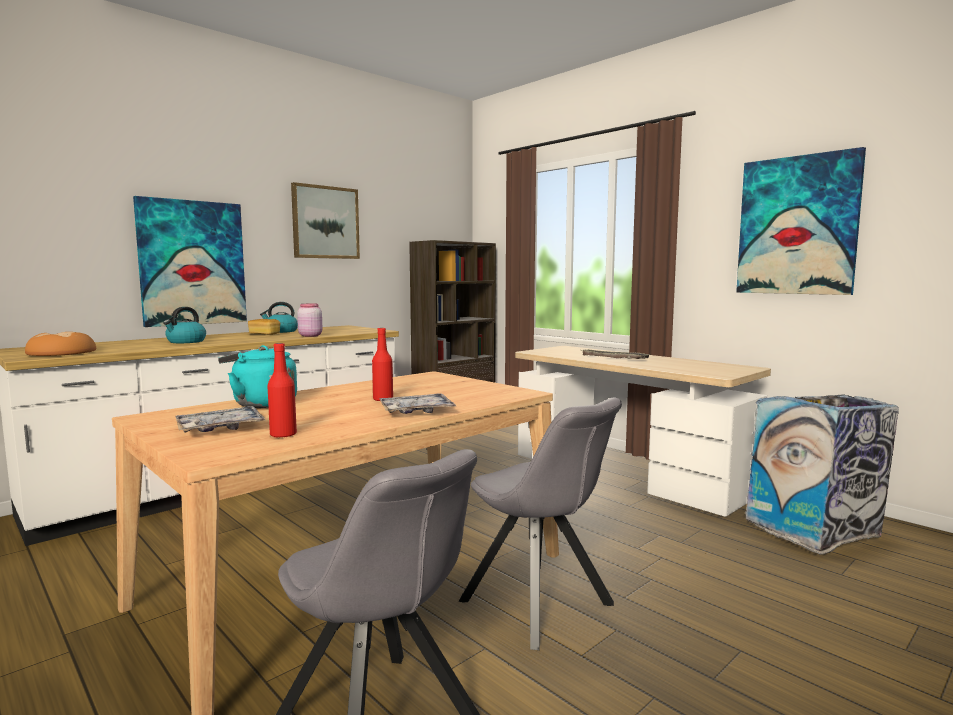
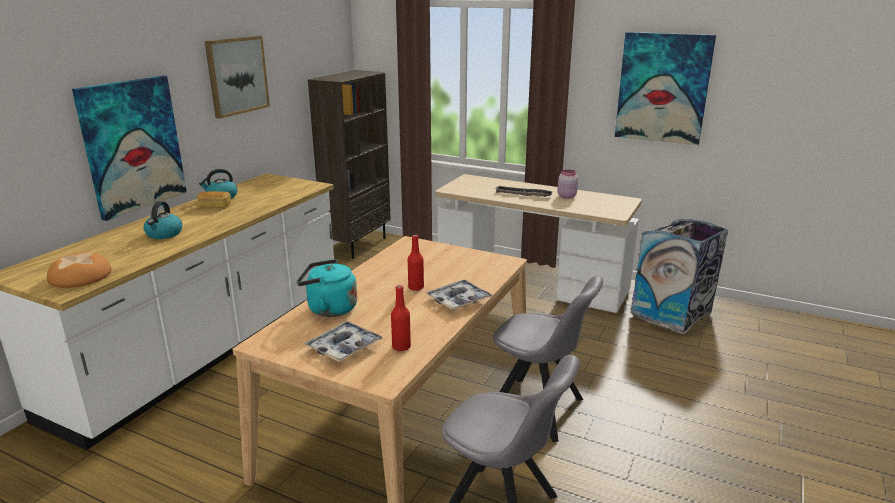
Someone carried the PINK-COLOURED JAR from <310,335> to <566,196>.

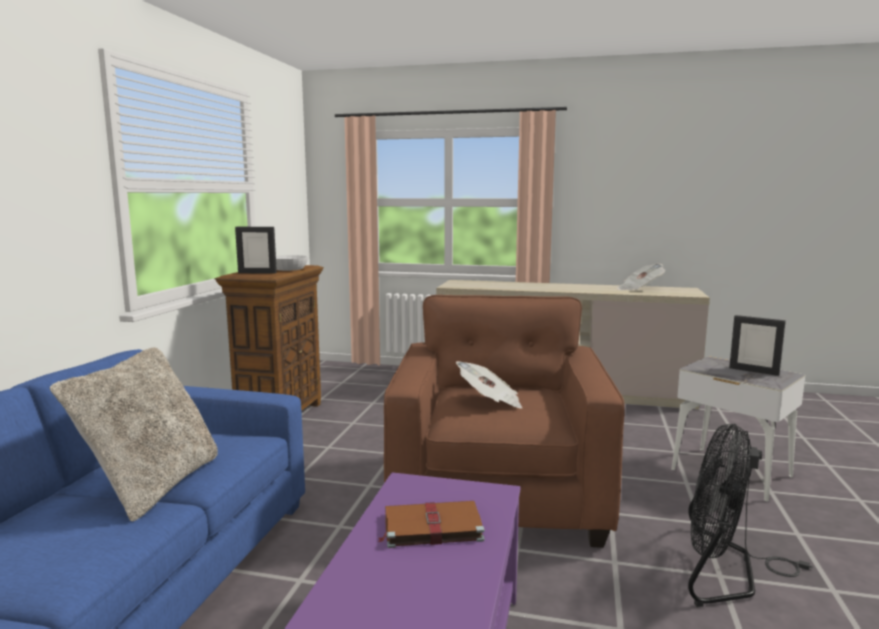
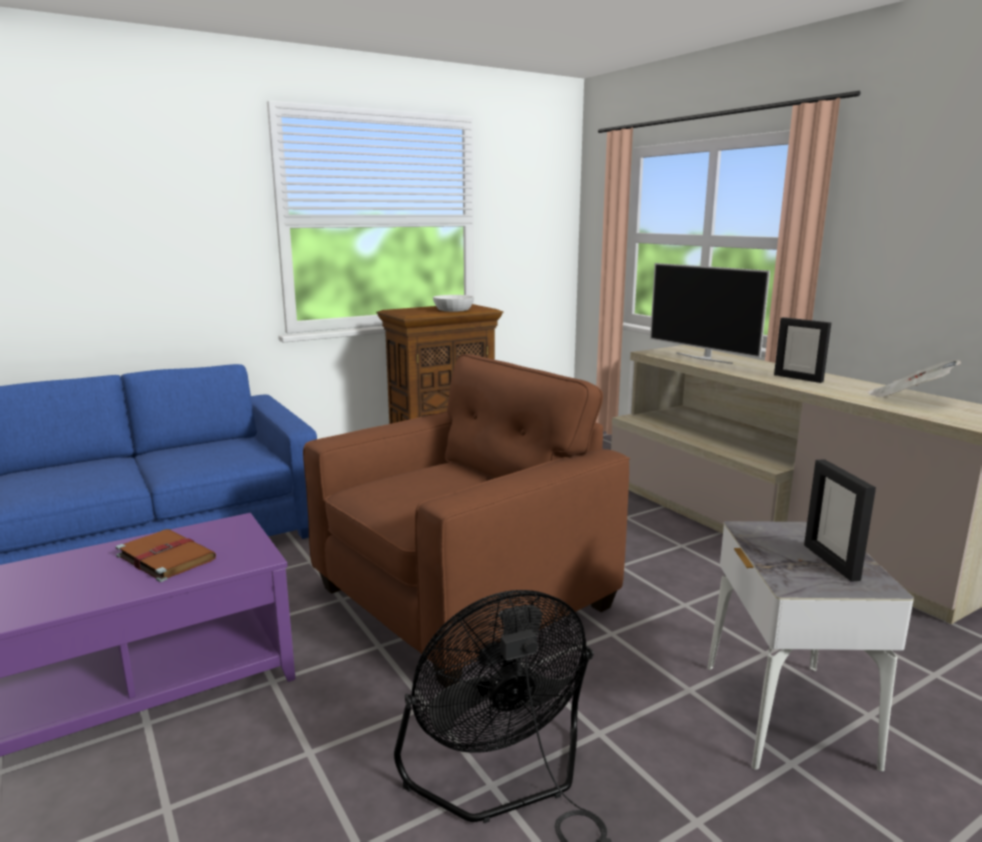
Someone took away the SAND-COLOURED CUSHION at <153,483>.
Someone carried the PICTURE FRAME from <257,273> to <798,378>.
Someone took away the DAILY PAPER at <490,402>.
Someone put down the TV at <704,358>.

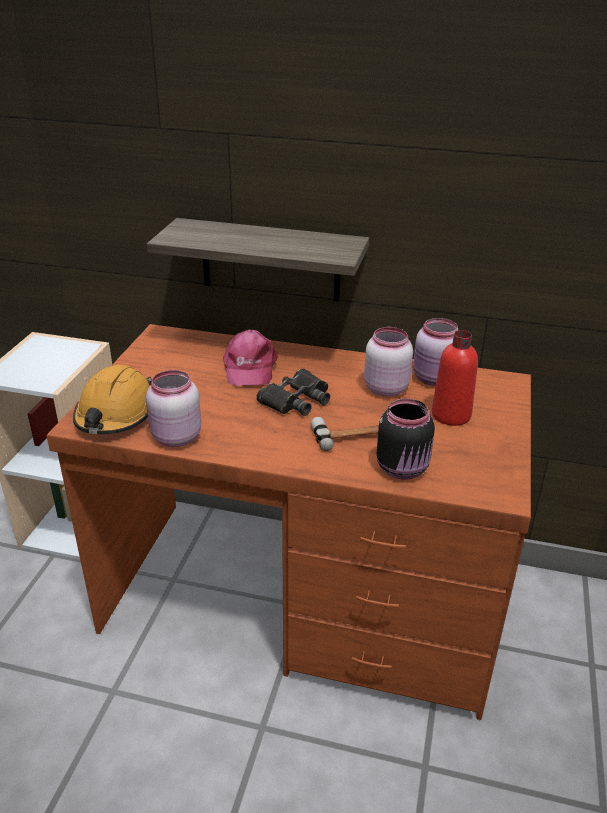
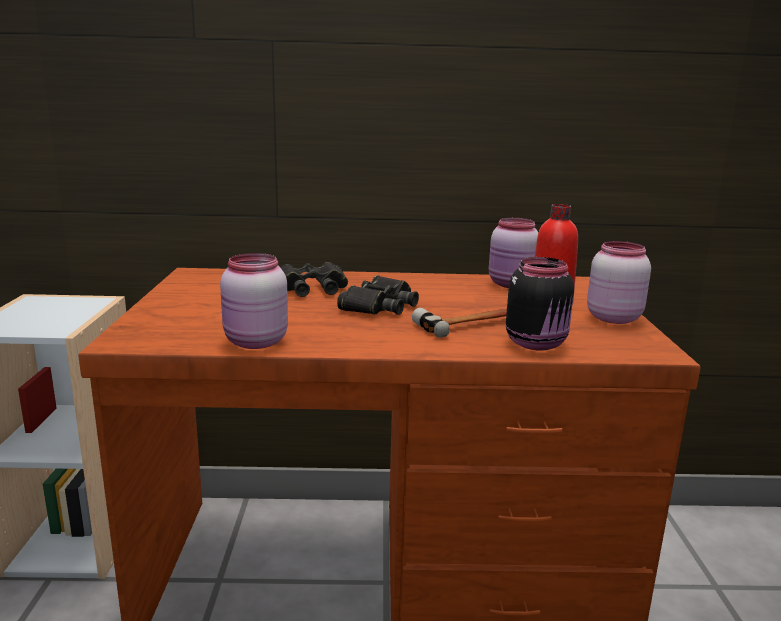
Someone took away the ORANGE-COLOURED HARD HAT at <116,414>.
Someone took away the SHELF at <270,260>.
Someone swapped the PINK-COLOURED PEAKED CAP at <249,367> for the BLACK-COLOURED BINOCULARS at <311,288>.
Someone carried the PINK-COLOURED JAR from <385,388> to <611,317>.

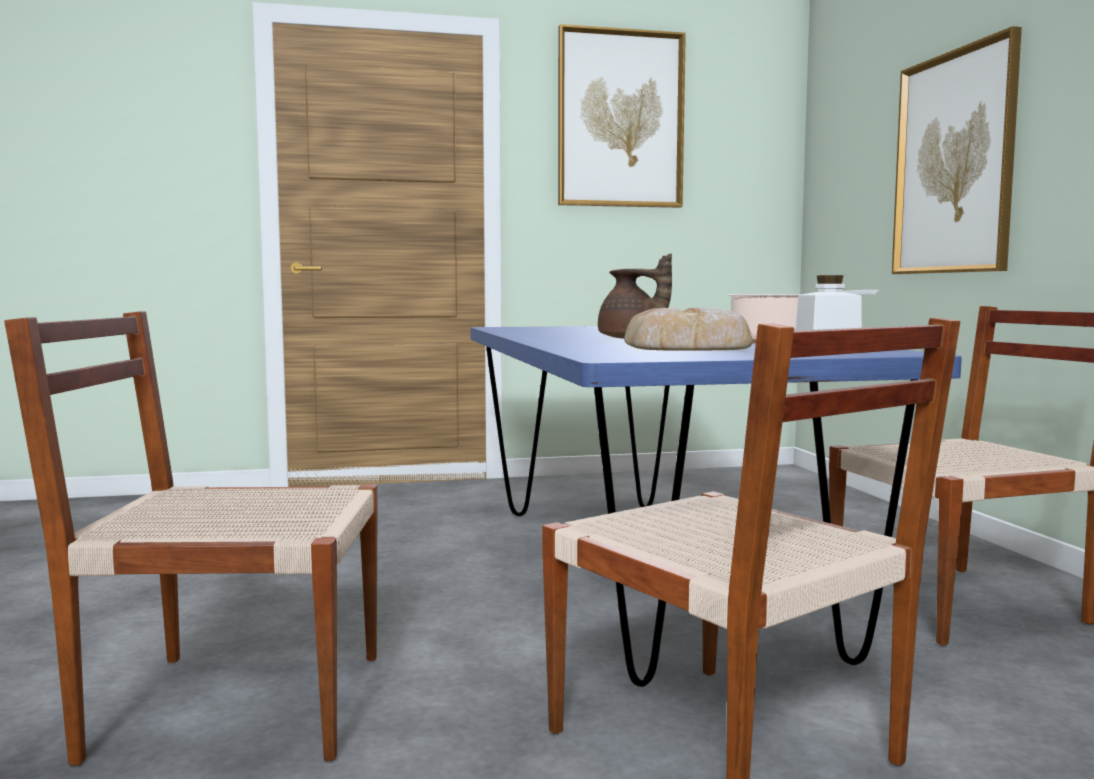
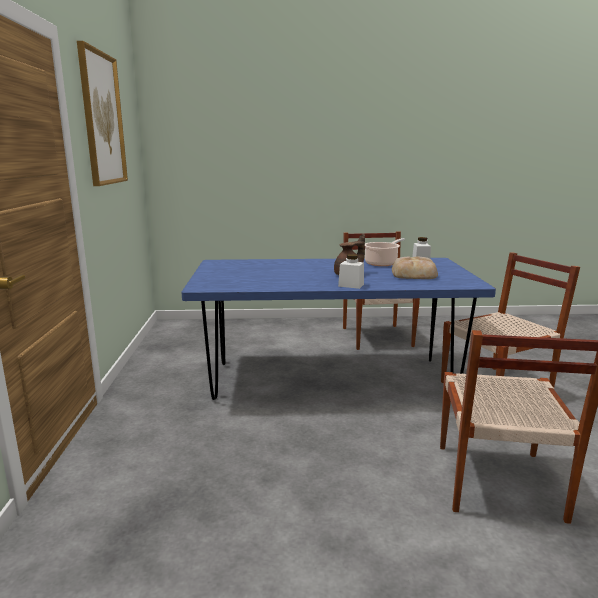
Someone took away the WALL PICTURE at <954,163>.
Someone put down the WHITE-COLOURED JAR at <351,285>.

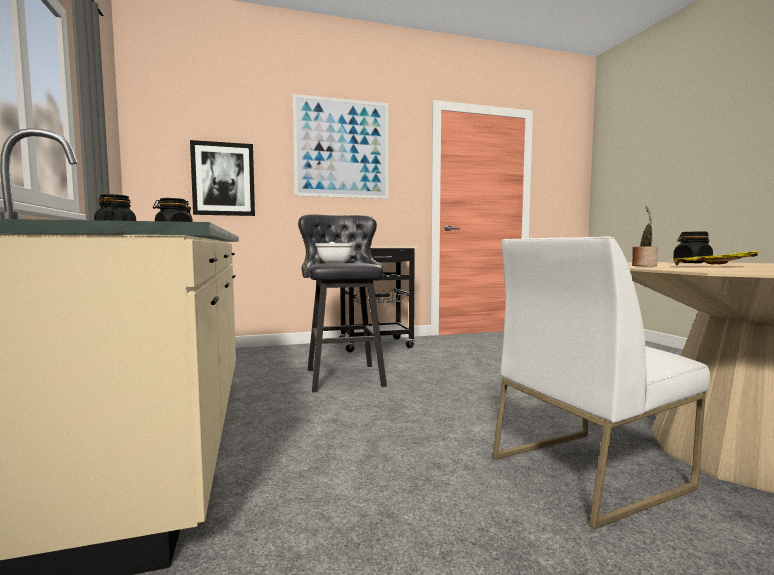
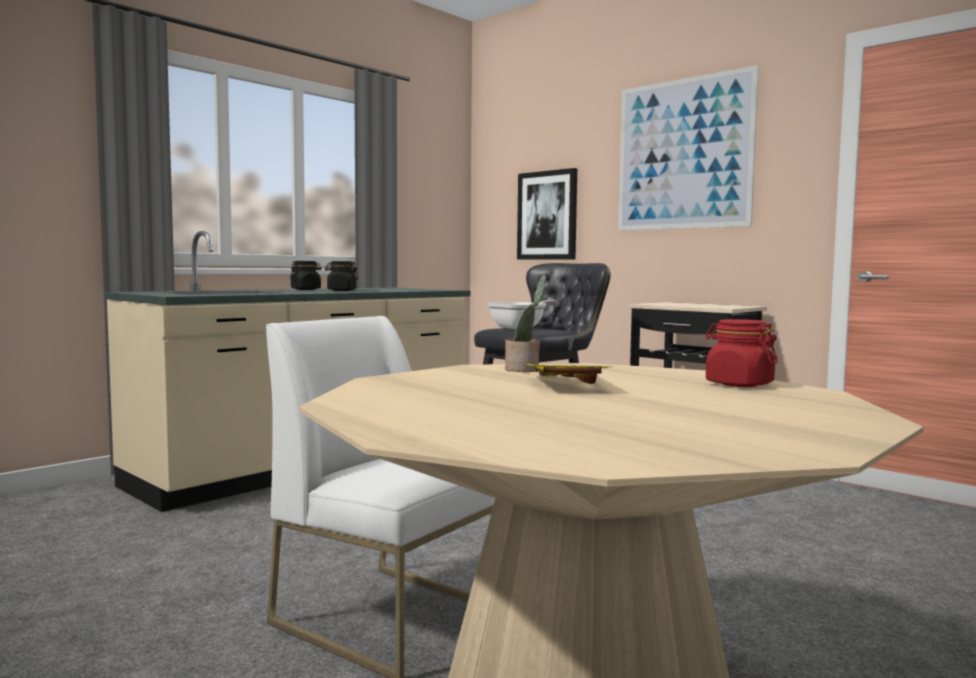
Someone repainted the BLACK-COLOURED JAR at <692,262>, which became the RED JAR at <738,384>.

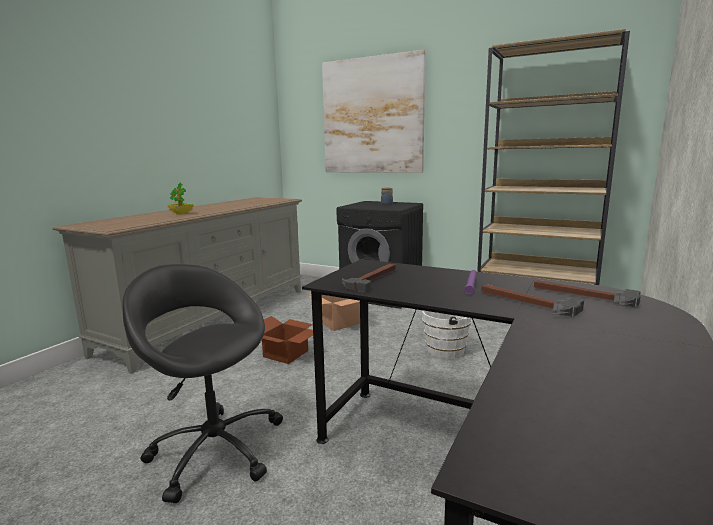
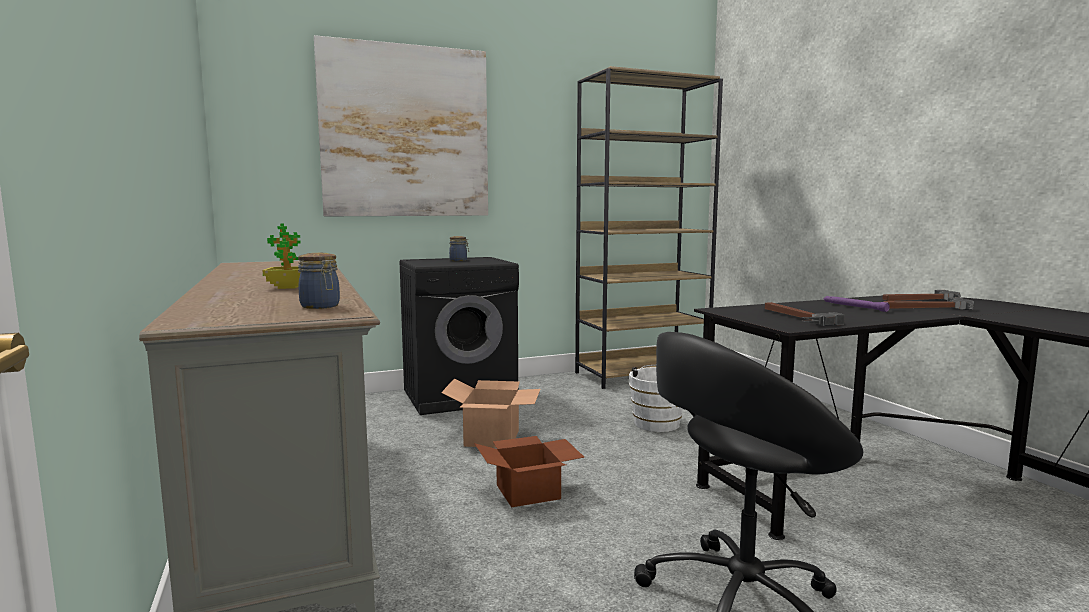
Someone put down the JAR at <321,306>.

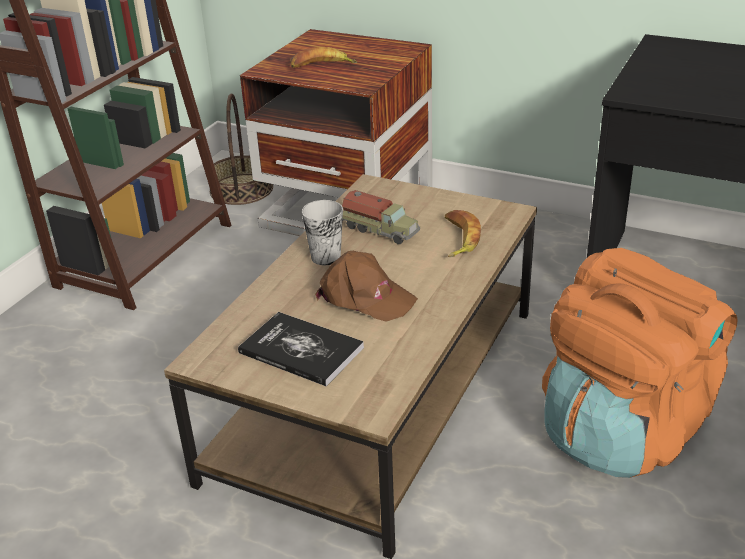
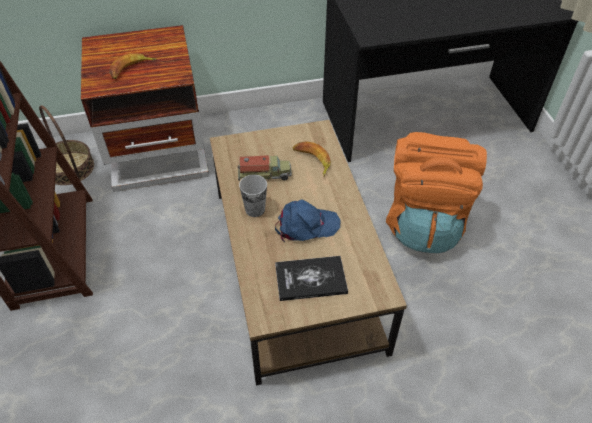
Someone repainted the BROWN PEAKED CAP at <365,297>, which became the BLUISH PEAKED CAP at <306,226>.

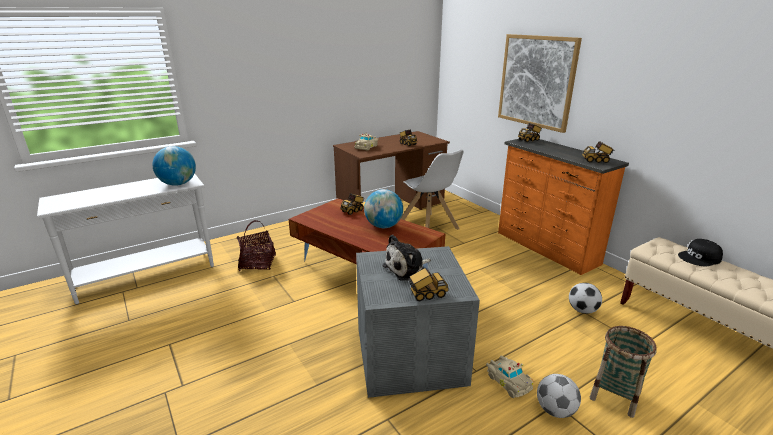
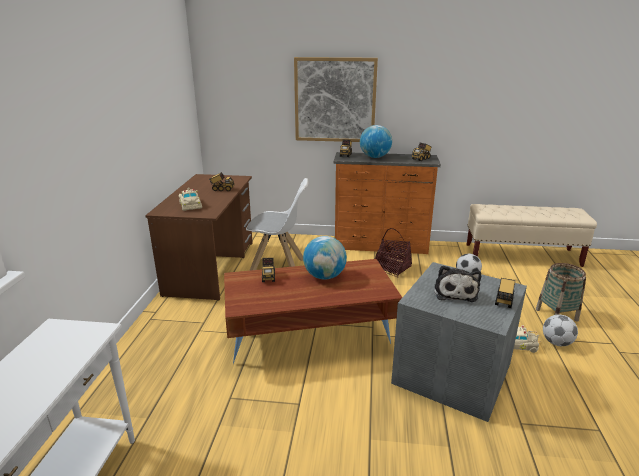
Someone carried the GLOBE from <178,184> to <375,157>.
Someone carried the HOUSEHOLD BASKET from <258,263> to <392,268>.
Someone took away the BLACK-COLOURED PEAKED CAP at <700,258>.

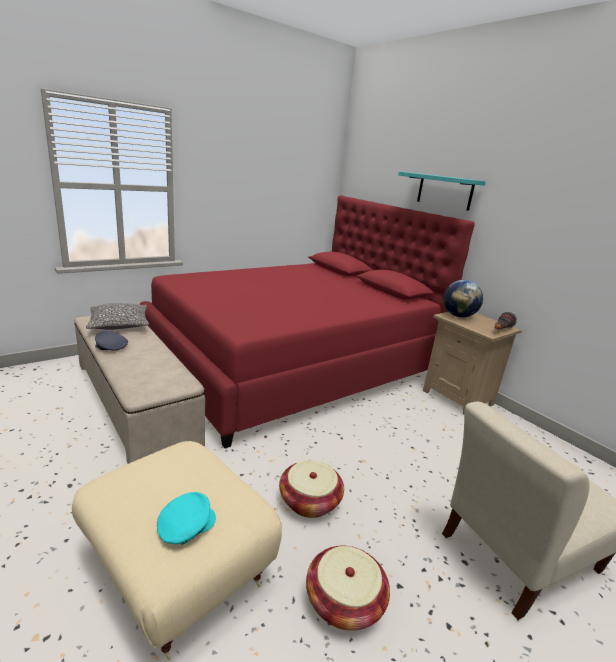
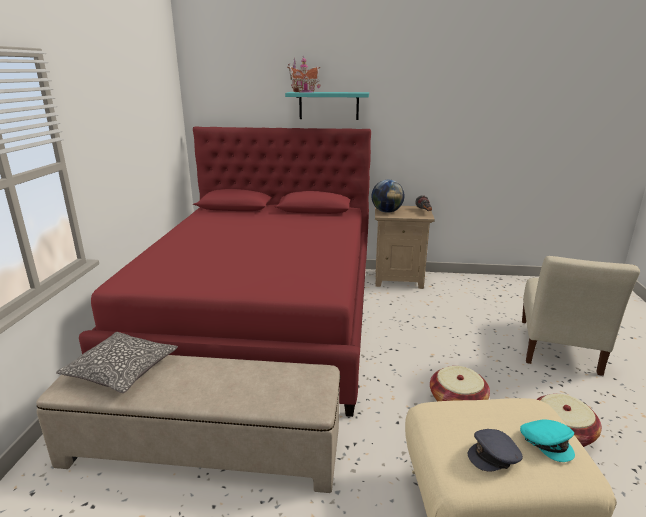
Someone carried the GREYISH PEAKED CAP from <110,347> to <494,456>.
Someone rotated the TURQUOISE-COLOURED PEAKED CAP at <185,526> by 150 degrees clockwise.
Someone put down the MODEL HOUSE at <304,92>.

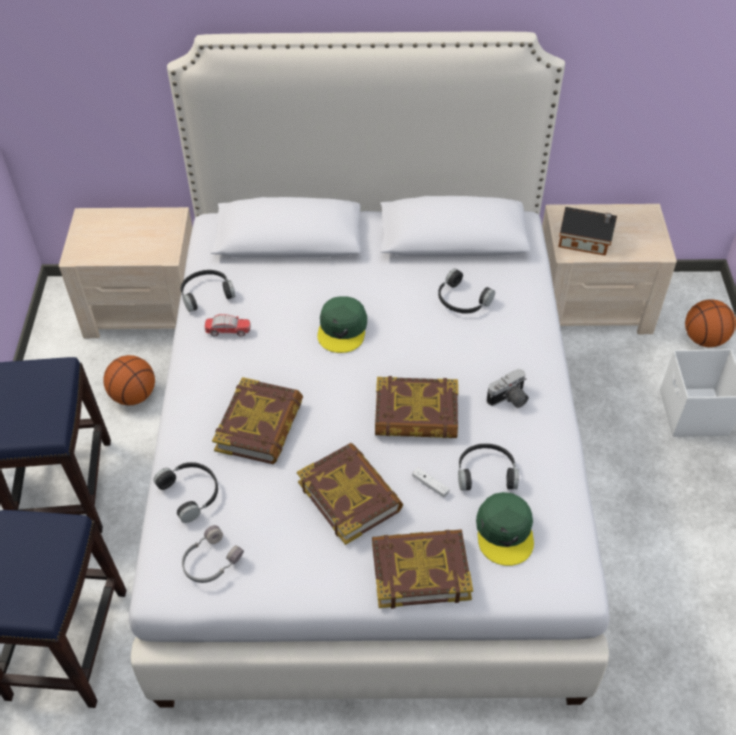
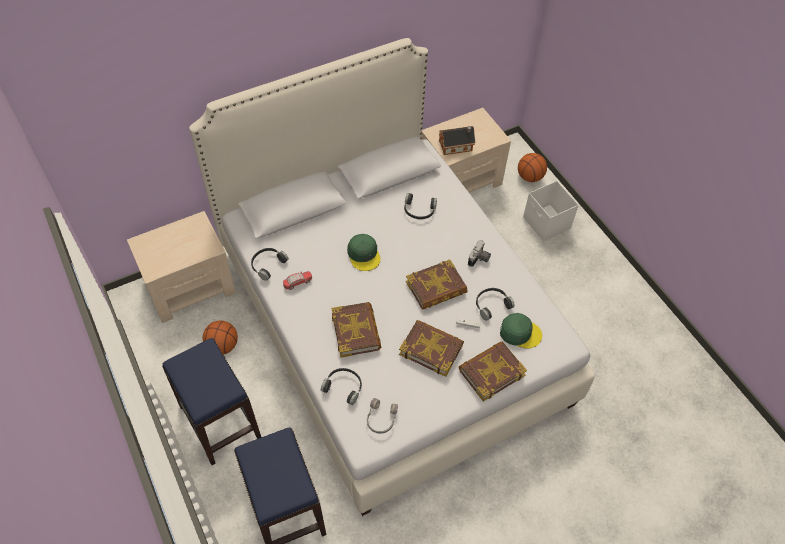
Someone rotated the GREEN-COLOURED PEAKED CAP at <505,532> by 45 degrees counterclockwise.

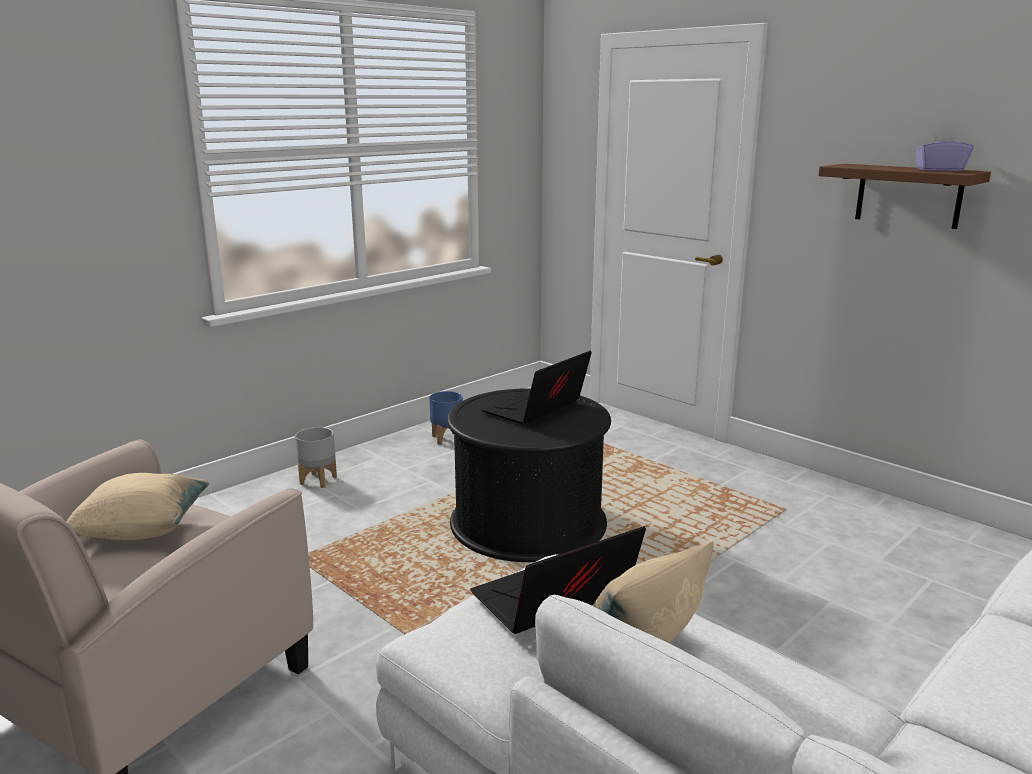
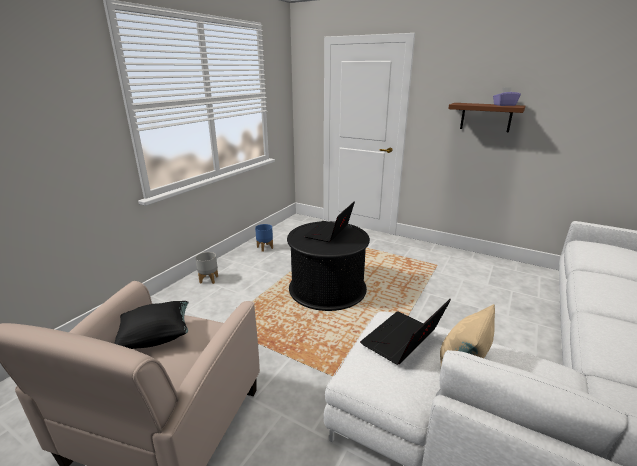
Someone repainted the SAND-COLOURED CUSHION at <143,530>, which became the BLACK-COLOURED CUSHION at <157,337>.

